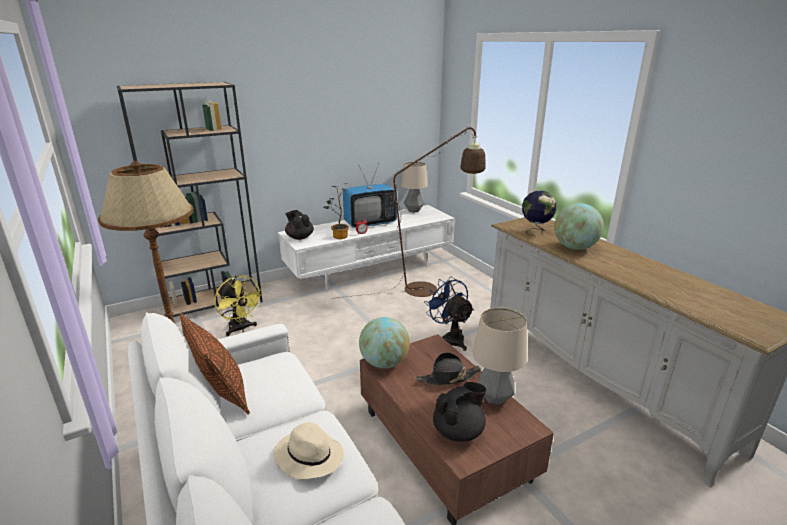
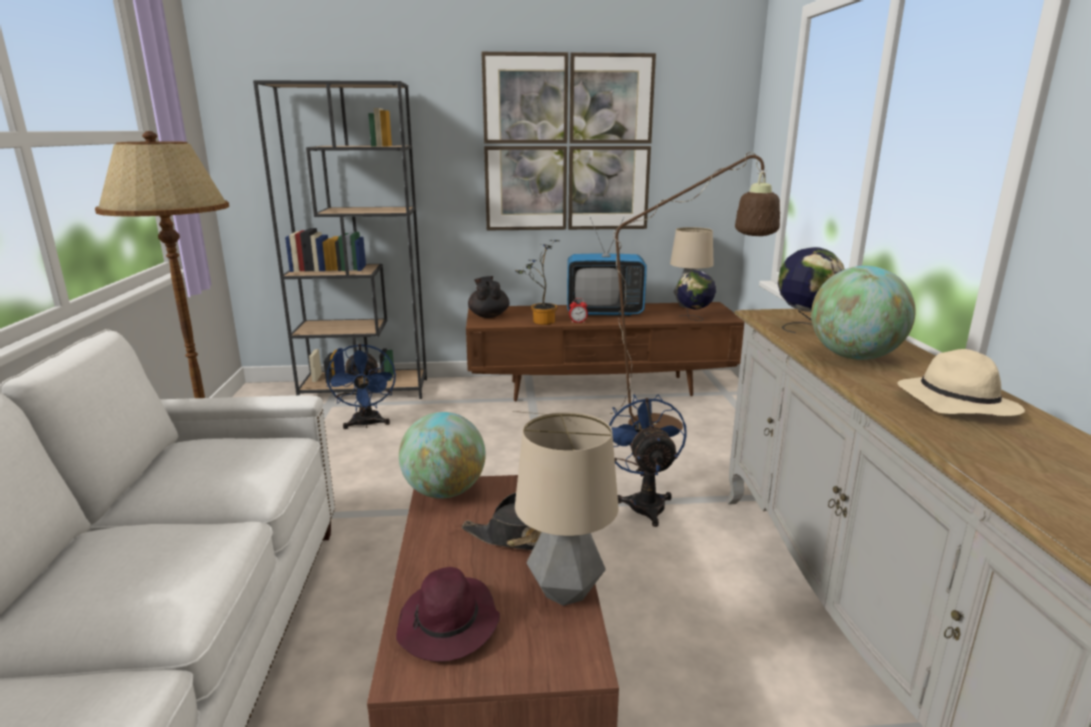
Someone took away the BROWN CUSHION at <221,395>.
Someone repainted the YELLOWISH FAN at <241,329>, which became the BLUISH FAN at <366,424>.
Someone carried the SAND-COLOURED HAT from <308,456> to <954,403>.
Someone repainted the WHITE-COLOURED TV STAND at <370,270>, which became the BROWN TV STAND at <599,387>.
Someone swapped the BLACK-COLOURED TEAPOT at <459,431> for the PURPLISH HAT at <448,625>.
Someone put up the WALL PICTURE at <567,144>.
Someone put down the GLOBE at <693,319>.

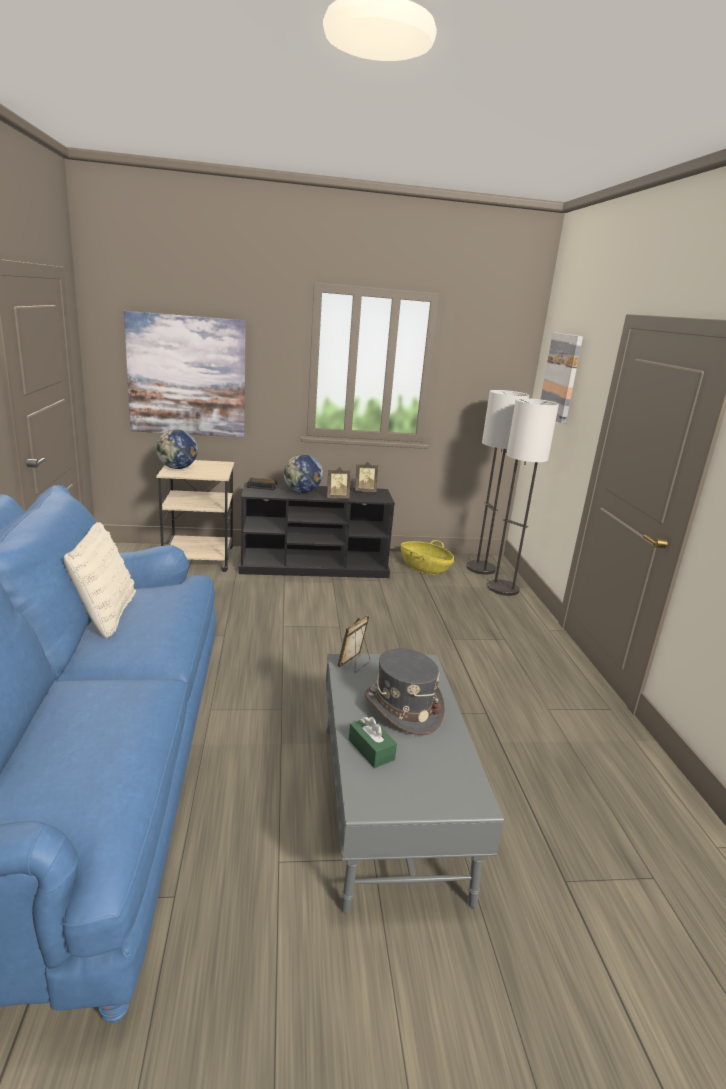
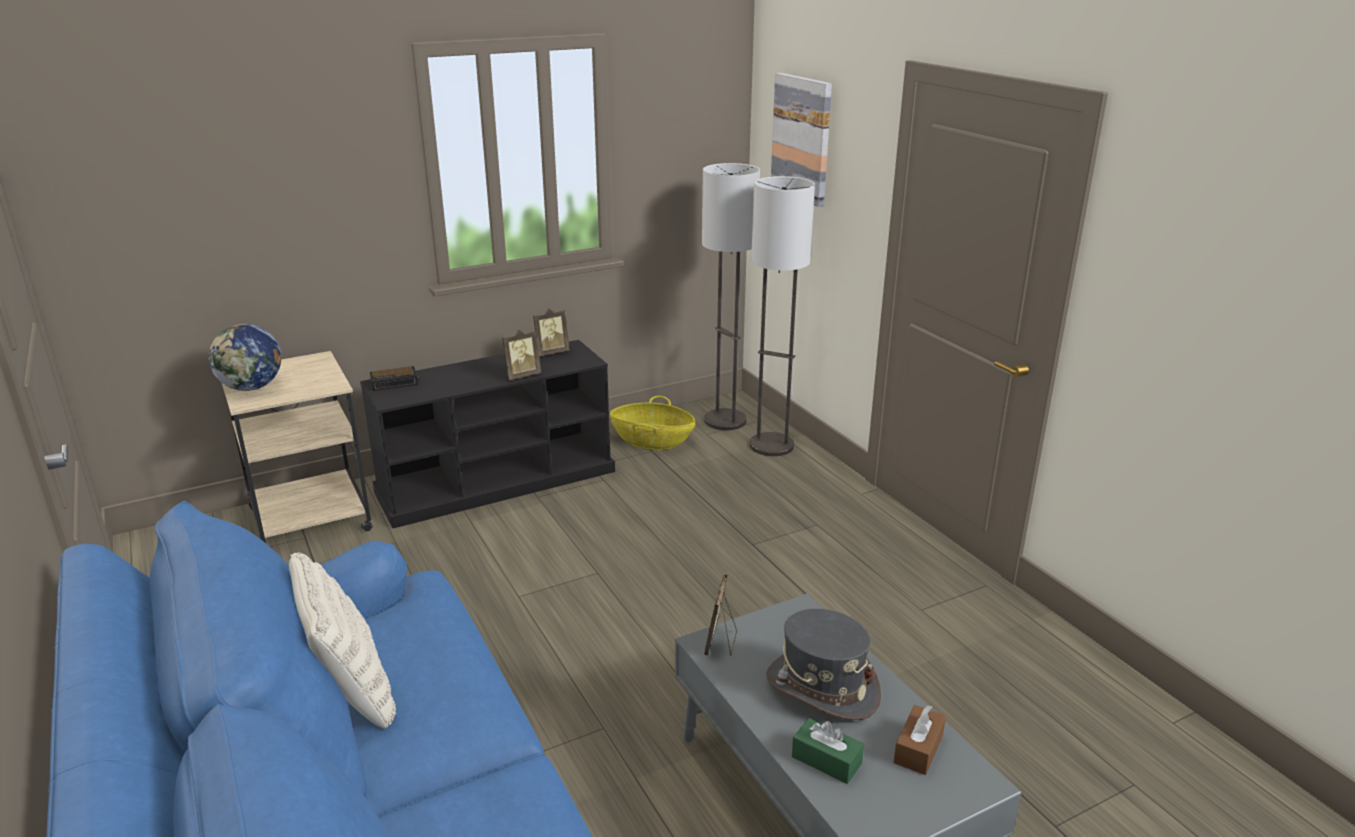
Someone took away the WALL PICTURE at <187,376>.
Someone took away the GLOBE at <302,492>.
Someone put down the BROWN TISSUE BOX at <918,749>.

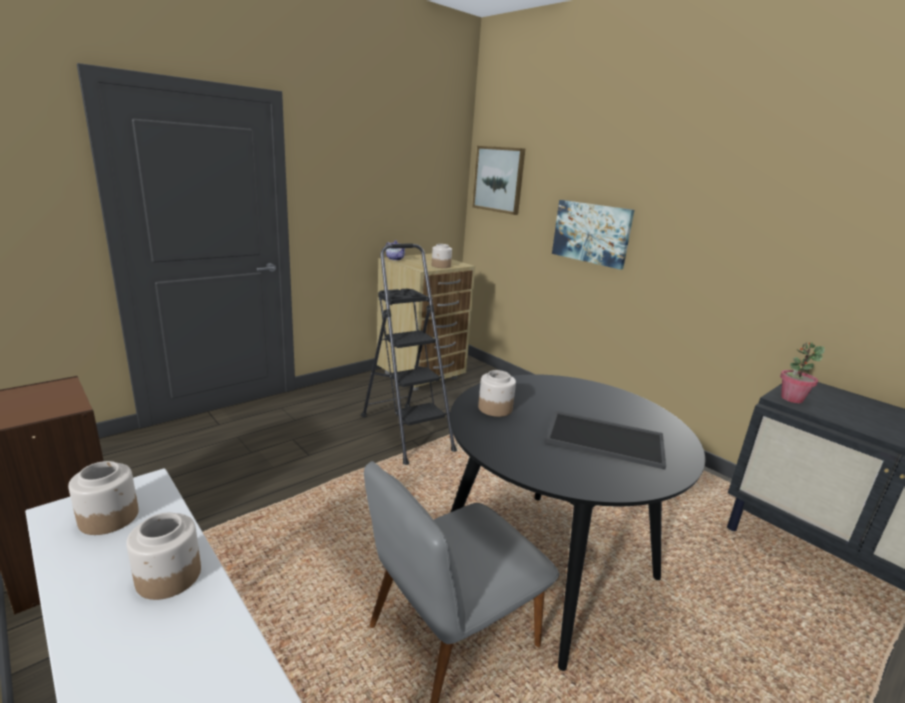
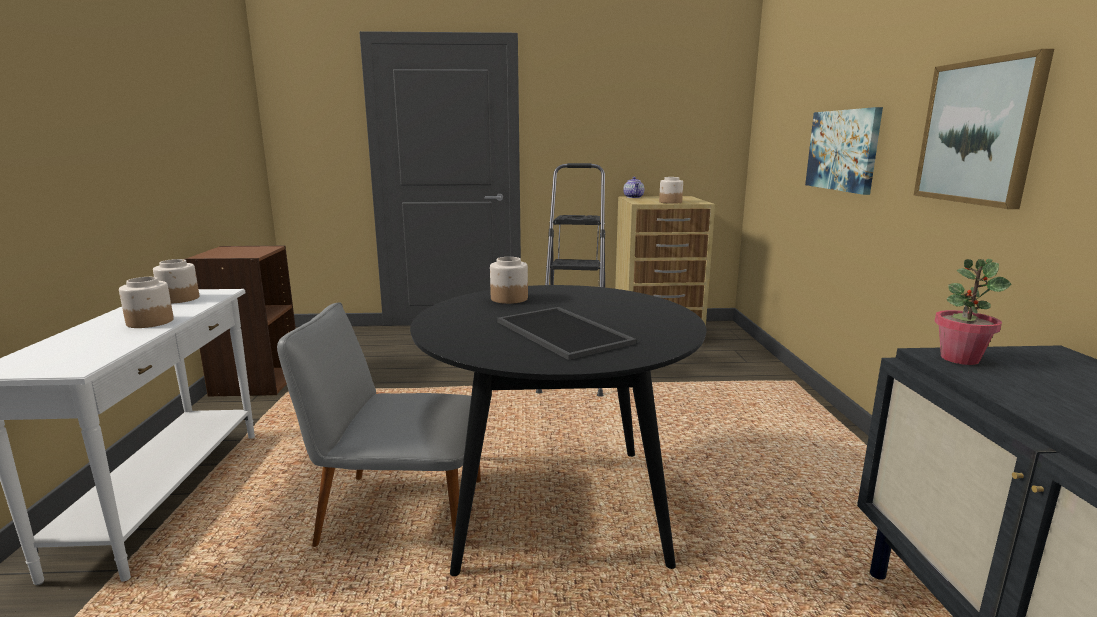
Someone carried the WALL PICTURE from <499,179> to <979,132>.

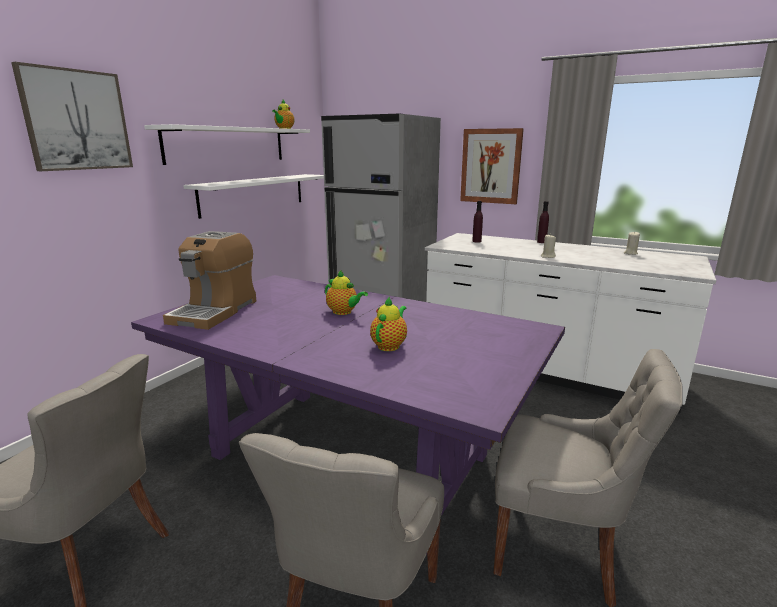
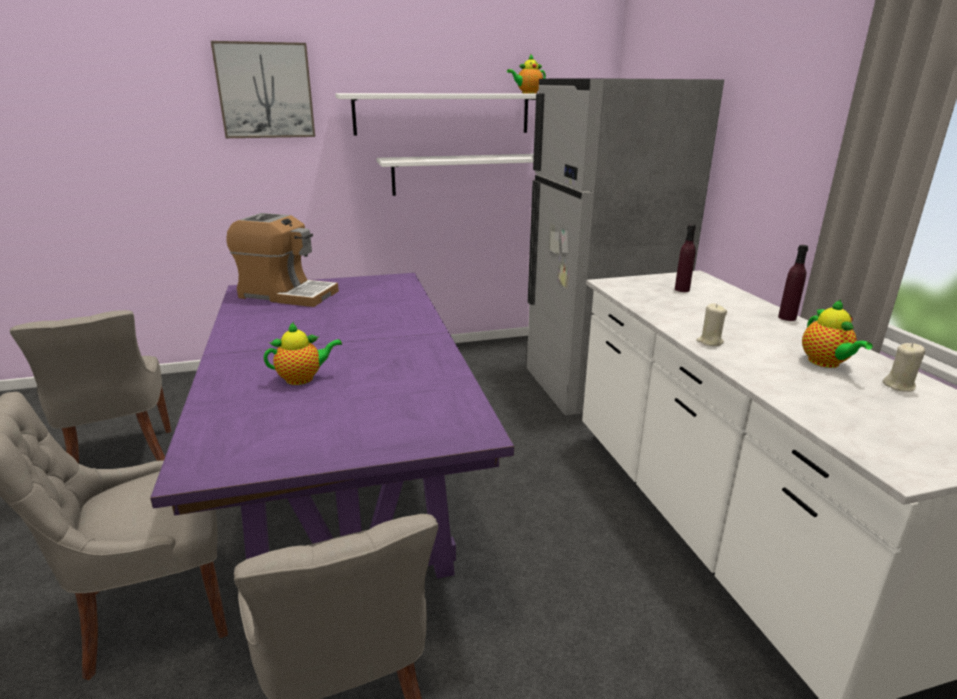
Someone rotated the COFFEE MACHINE at <215,311> by 135 degrees counterclockwise.
Someone carried the TEAPOT from <344,312> to <826,363>.
Someone took away the WALL PICTURE at <491,166>.

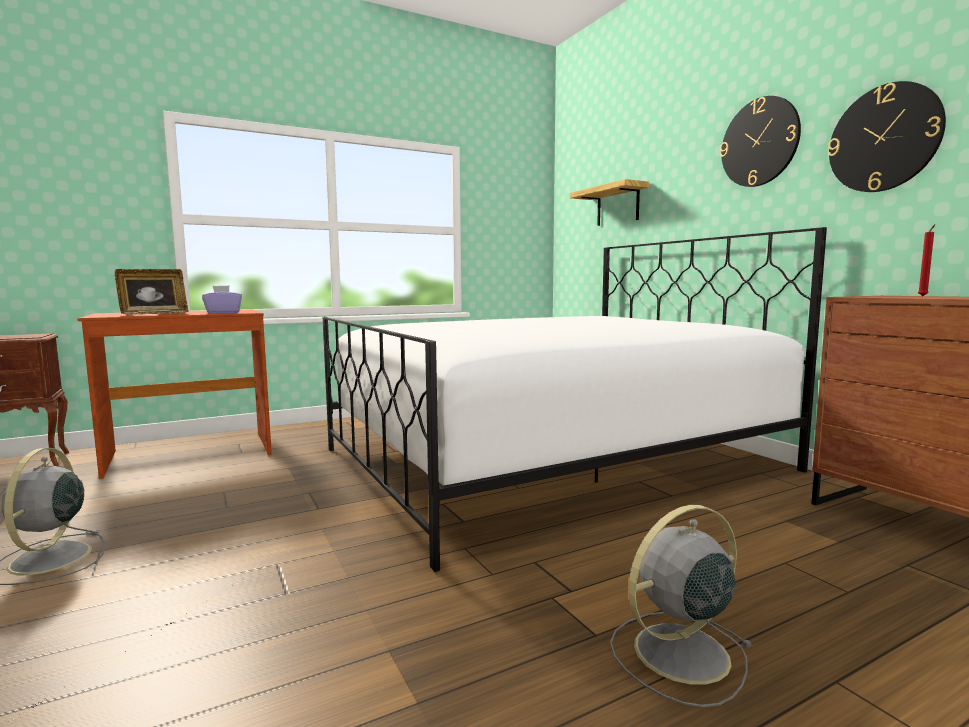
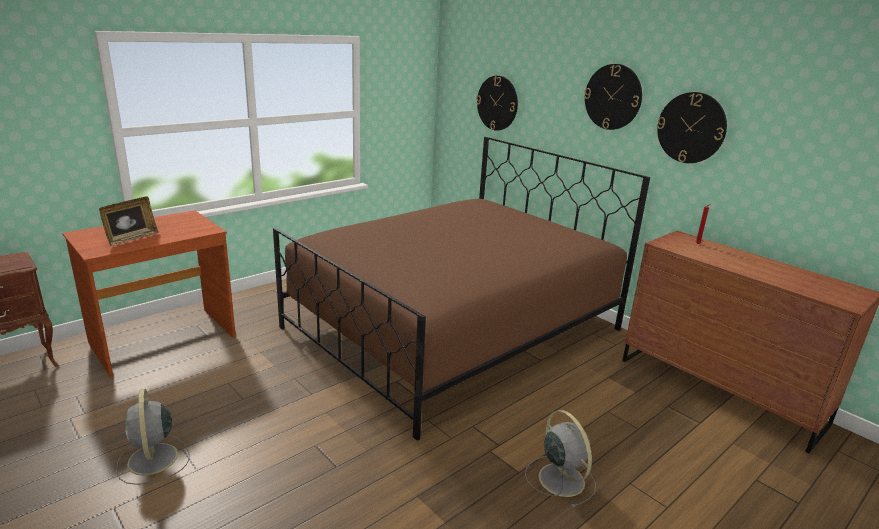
Someone took away the PURPLISH TISSUE BOX at <223,313>.
Someone repainted the WHITE-COLOURED SLEEPING BED at <552,459>, which became the BROWN SLEEPING BED at <455,328>.
Someone swapped the SHELF at <618,205> for the WALL CLOCK at <497,103>.
Someone rotated the GREYISH FAN at <677,654> by 105 degrees clockwise.

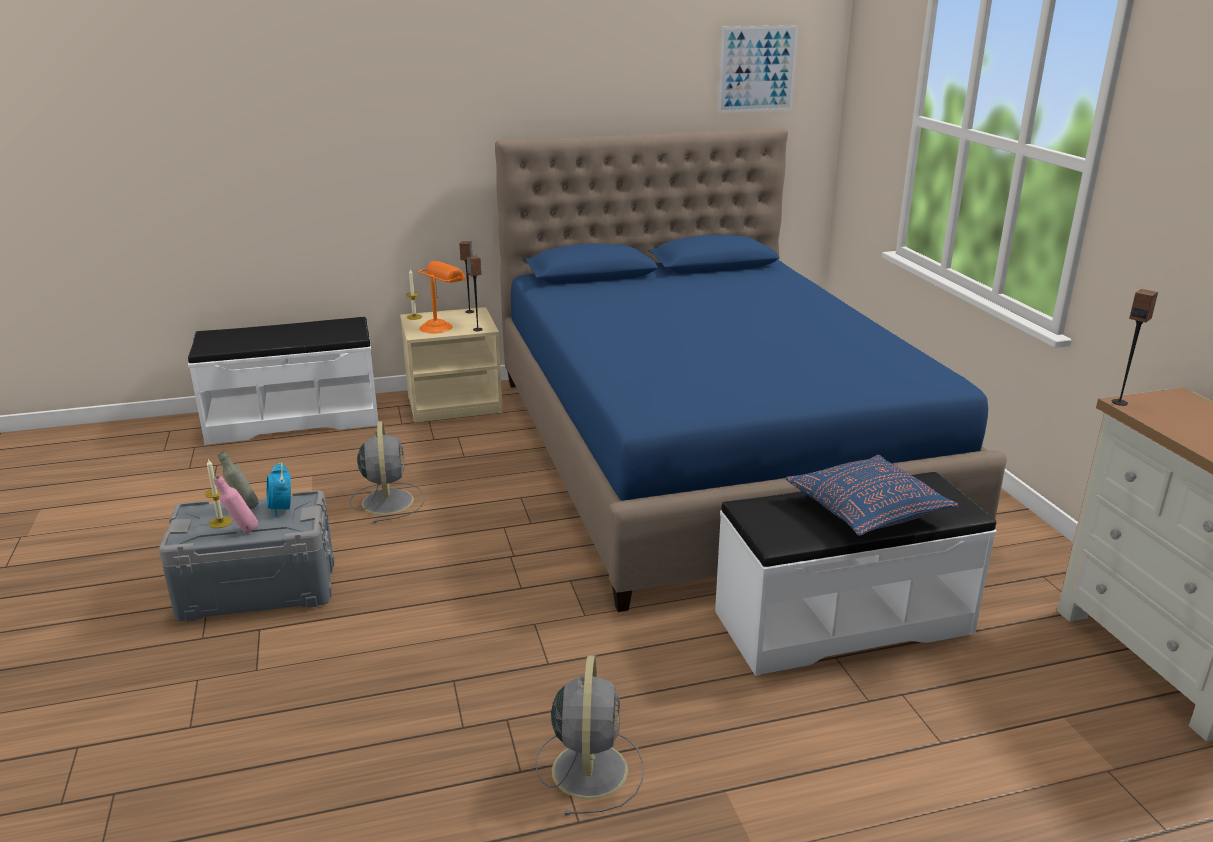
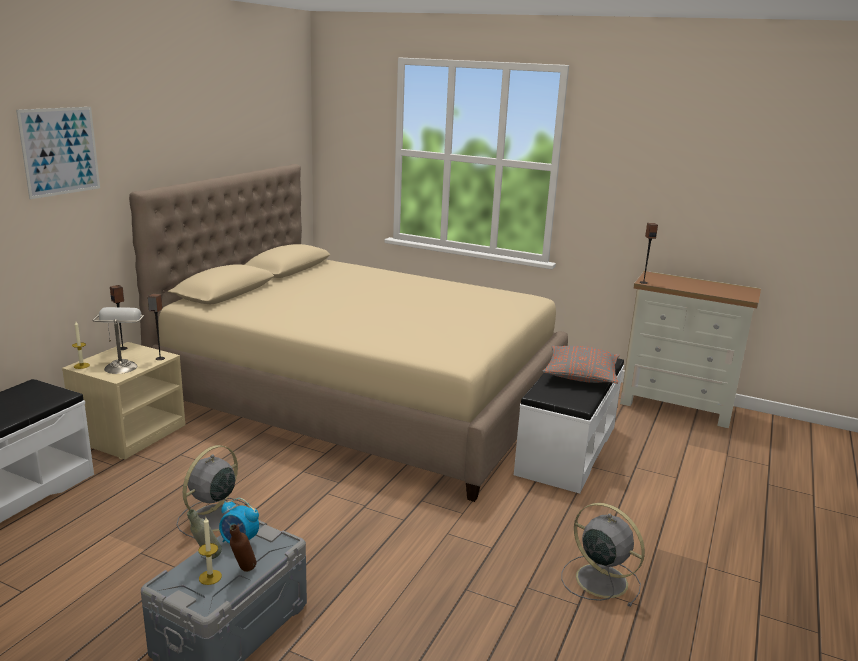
Someone repainted the PINK-COLOURED BOTTLE at <241,532>, which became the BROWN BOTTLE at <243,572>.
Someone rotated the GREYISH FAN at <388,500> by 90 degrees counterclockwise.
Someone repainted the ORANGE-COLOURED TABLETOP LAMP at <441,325>, which became the WHITE-COLOURED TABLETOP LAMP at <122,365>.
Someone repainted the BLUISH SLEEPING BED at <707,453>, which became the SAND-COLOURED SLEEPING BED at <363,397>.
Someone carried the WALL PICTURE from <757,69> to <60,151>.
Someone repainted the BLUISH CUSHION at <867,511>, which became the GREYISH CUSHION at <581,375>.

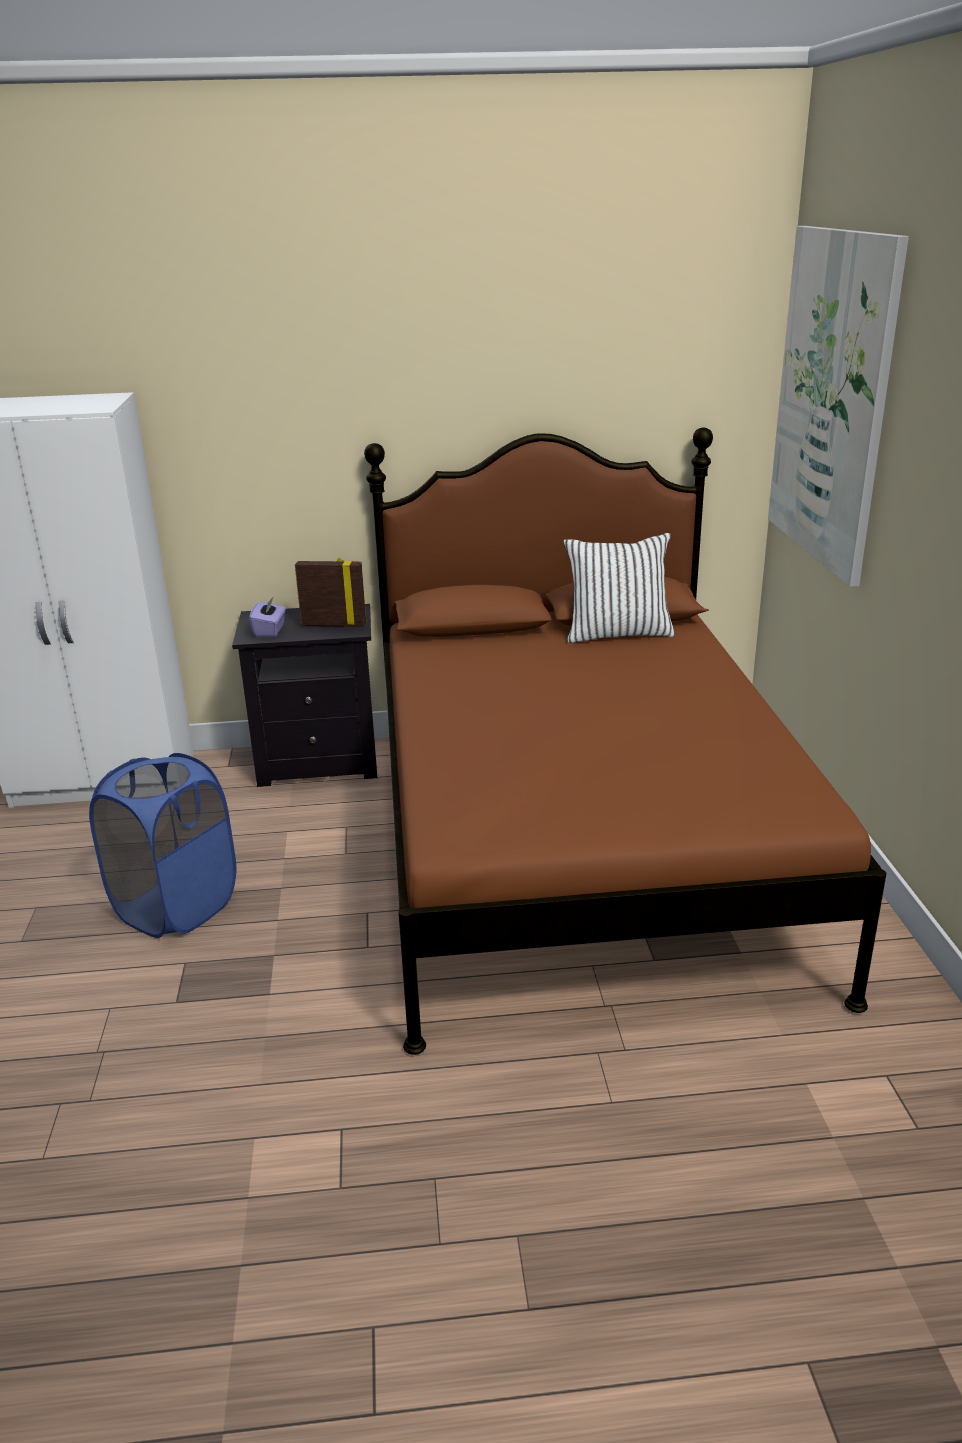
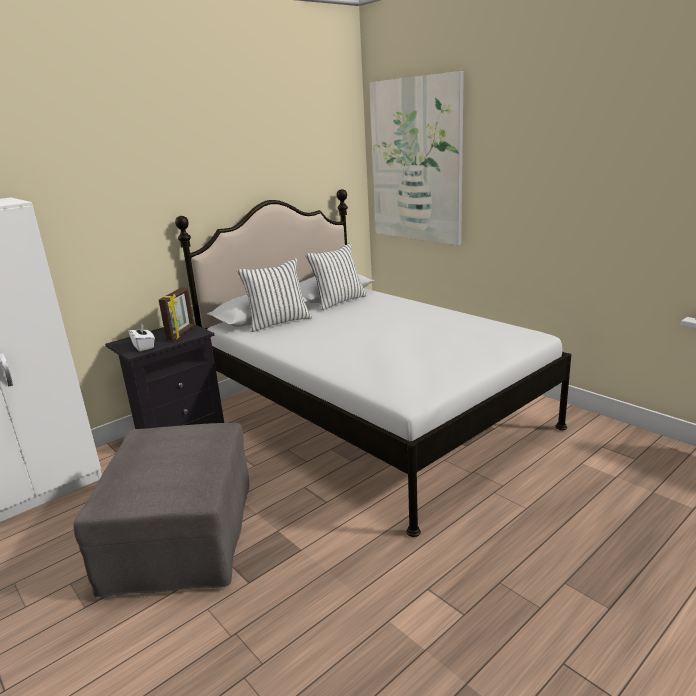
Someone swapped the BLUISH HAMPER at <176,907> for the GREYISH POUFFE at <181,536>.
Someone repainted the PURPLISH TISSUE BOX at <270,631>, which became the WHITE-COLOURED TISSUE BOX at <144,346>.
Someone rotated the PICTURE FRAME at <334,624> by 135 degrees clockwise.
Someone repainted the BROWN SLEEPING BED at <579,847>, which became the WHITE-COLOURED SLEEPING BED at <373,416>.
Someone put down the WHITE-COLOURED CUSHION at <278,322>.

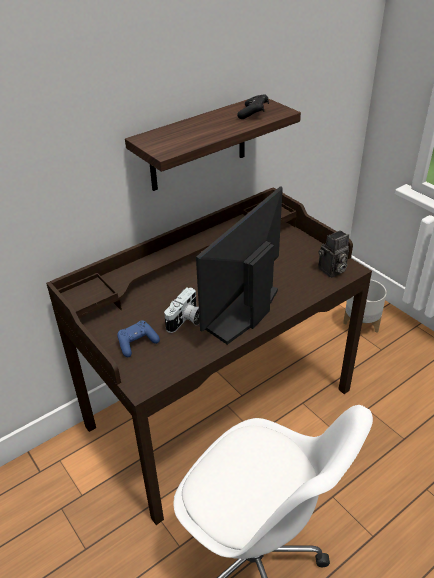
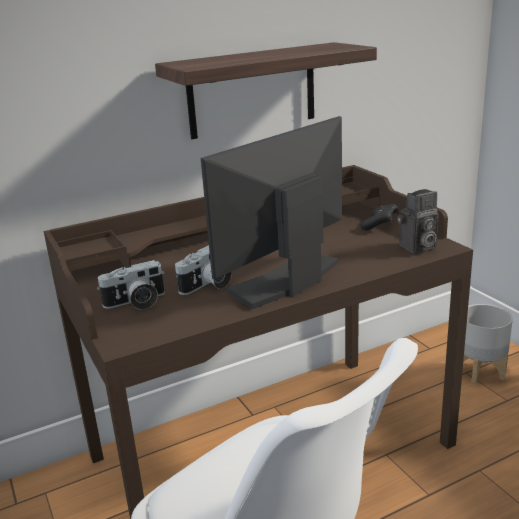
Someone swapped the BLUISH GAME CONTROLLER at <137,343> for the STILL CAMERA at <136,303>.
Someone carried the BLACK-COLOURED GAME CONTROLLER from <253,114> to <380,225>.

